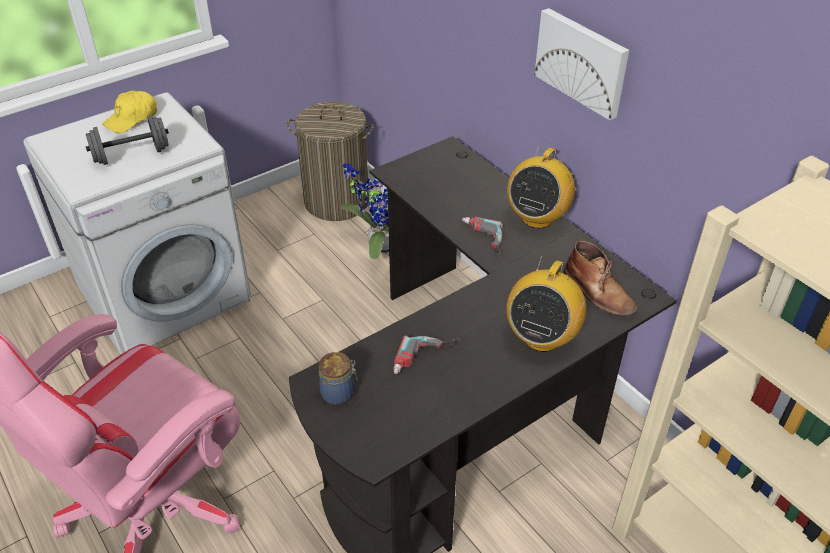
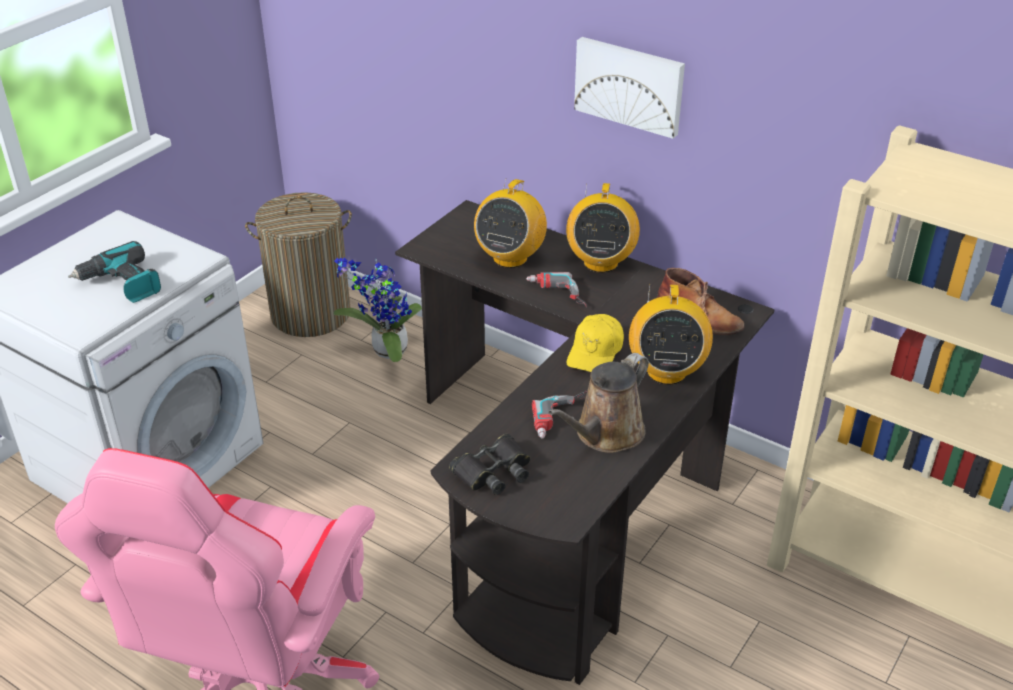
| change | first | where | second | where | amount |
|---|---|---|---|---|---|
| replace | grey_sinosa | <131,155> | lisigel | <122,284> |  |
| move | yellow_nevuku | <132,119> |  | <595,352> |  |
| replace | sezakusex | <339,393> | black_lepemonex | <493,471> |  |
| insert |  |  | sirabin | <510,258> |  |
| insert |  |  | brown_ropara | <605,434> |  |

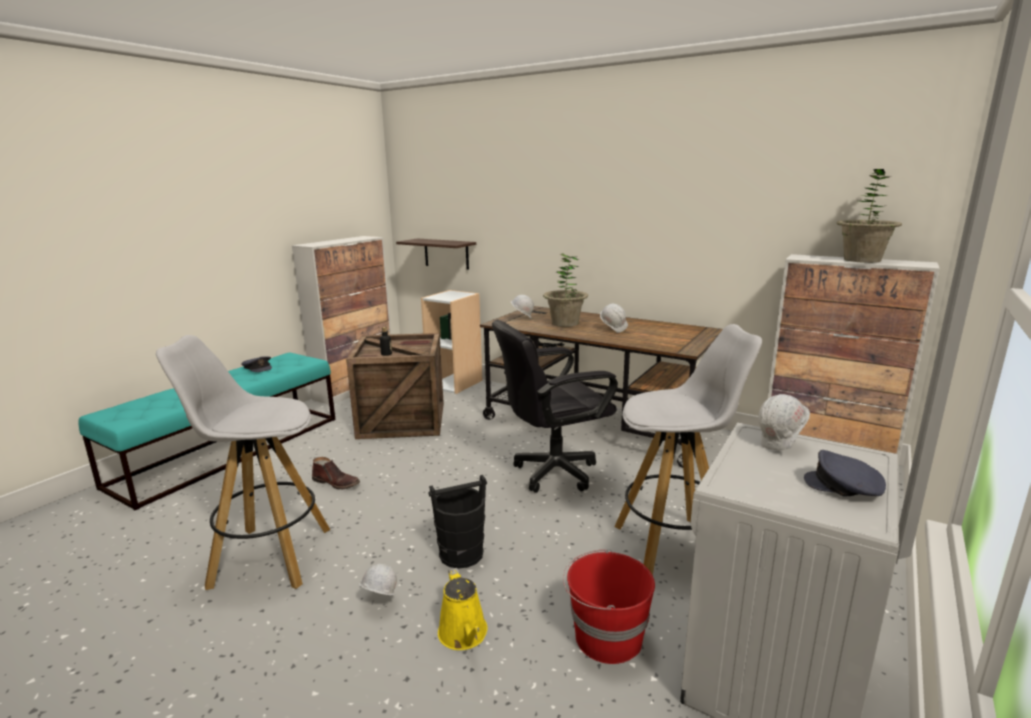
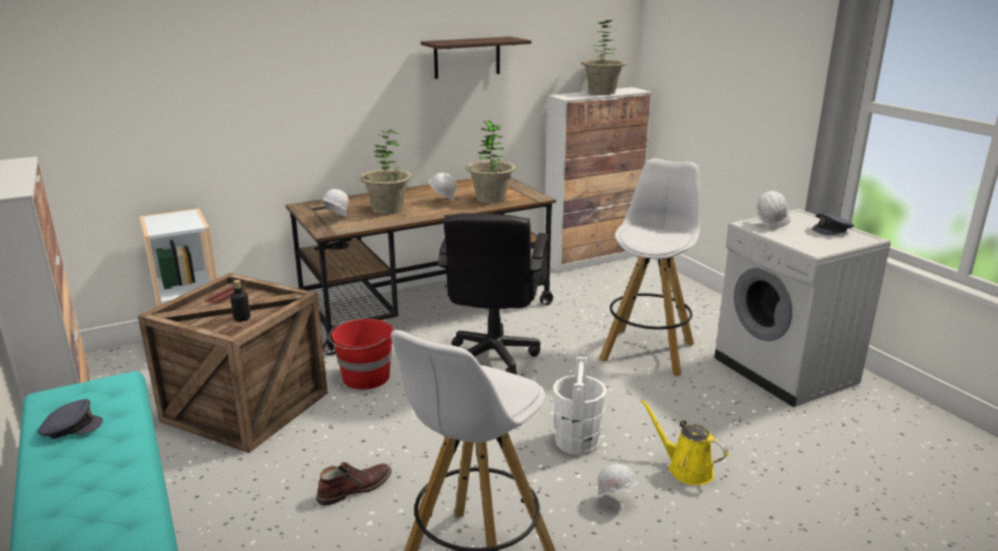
| change | first | where | second | where | amount |
|---|---|---|---|---|---|
| move | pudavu | <446,253> |  | <467,57> |  |
| recolor | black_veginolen | <462,554> | white_veginolen | <577,441> |  |
| rotate | yellow_ropara | <464,635> |  | <686,469> | 150 degrees counterclockwise |
| move | red_veginolen | <606,638> |  | <365,378> |  |
| insert |  |  | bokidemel | <490,199> |  |

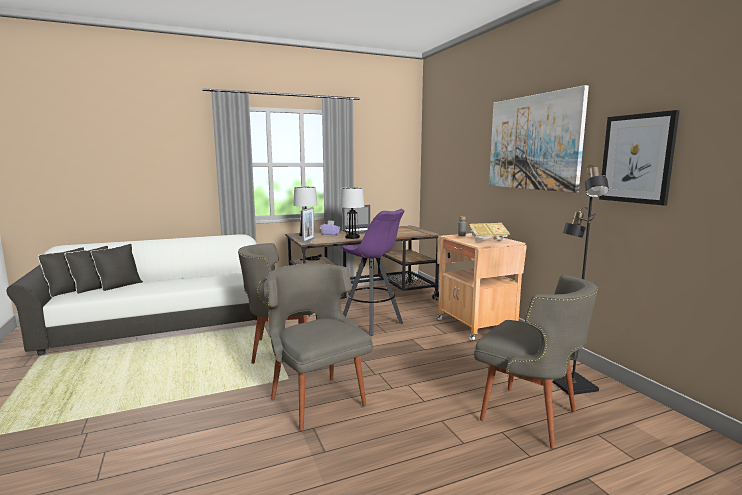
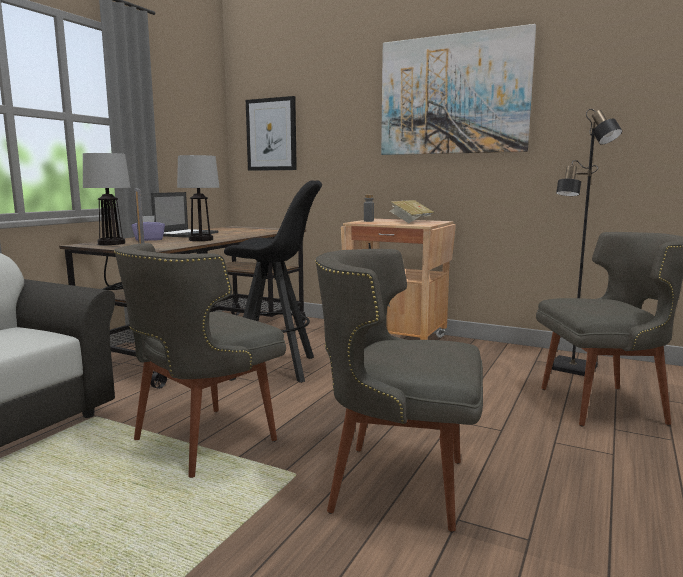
| change | first | where | second | where | amount |
|---|---|---|---|---|---|
| recolor | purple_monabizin | <372,324> | black_monabizin | <276,368> |  |
| move | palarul | <637,158> |  | <271,134> |  |

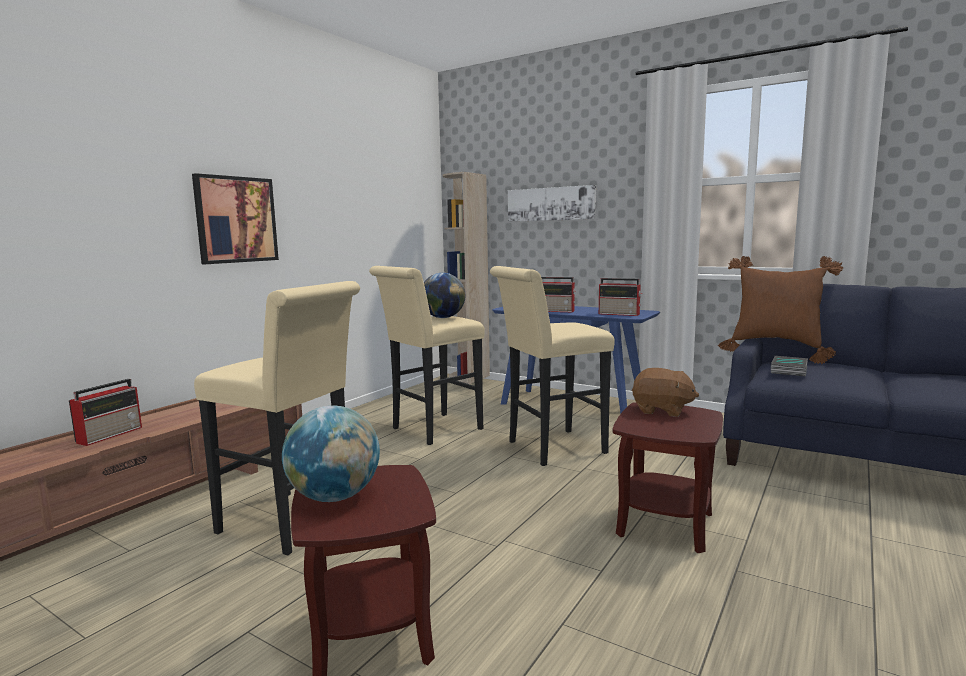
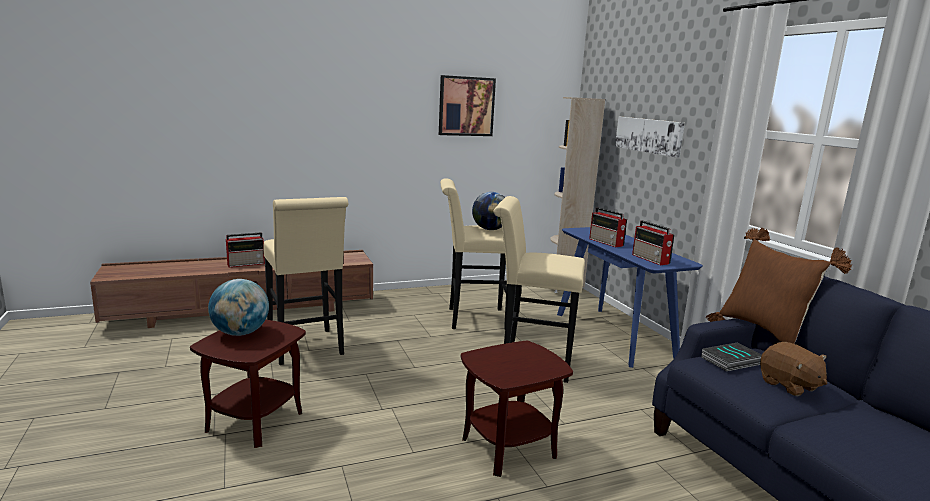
| change | first | where | second | where | amount |
|---|---|---|---|---|---|
| move | palarul | <236,219> |  | <466,106> |  |
| move | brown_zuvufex | <662,410> |  | <789,385> |  |

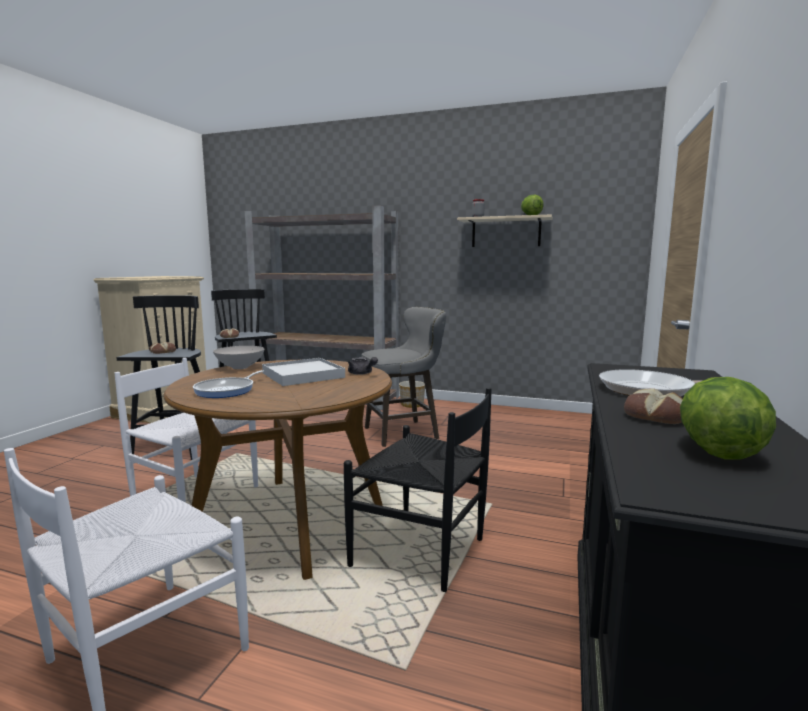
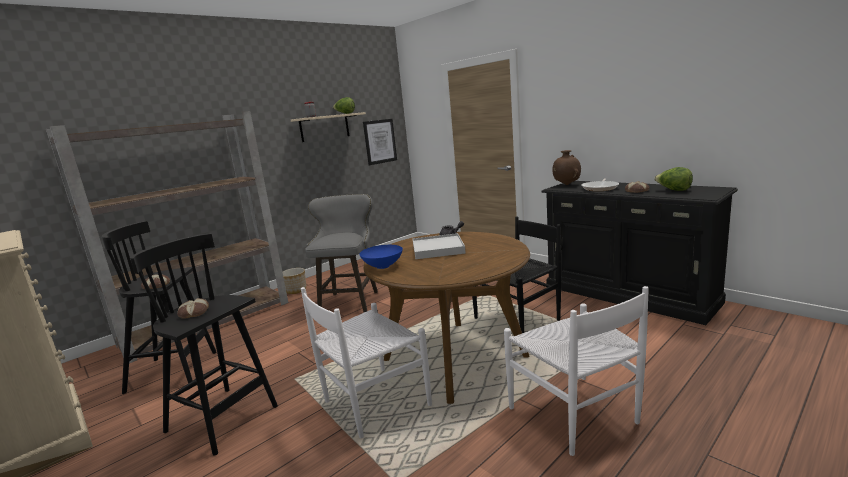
| change | first | where | second | where | amount |
|---|---|---|---|---|---|
| delete | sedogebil | <227,390> |  |  |  |
| recolor | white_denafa | <241,367> | blue_denafa | <383,266> |  |
| insert |  |  | palarul | <380,141> |  |
| insert |  |  | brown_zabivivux | <566,184> |  |

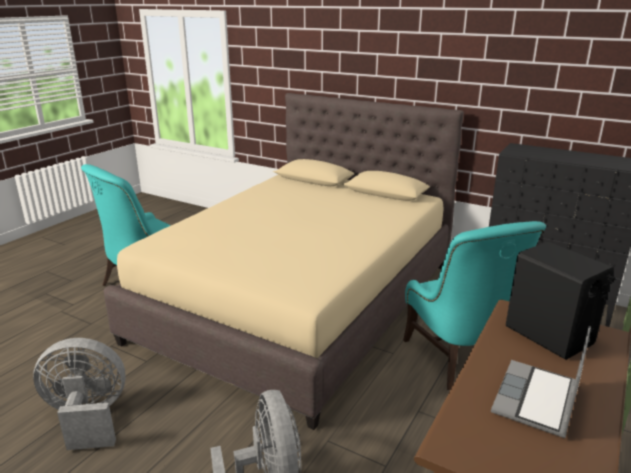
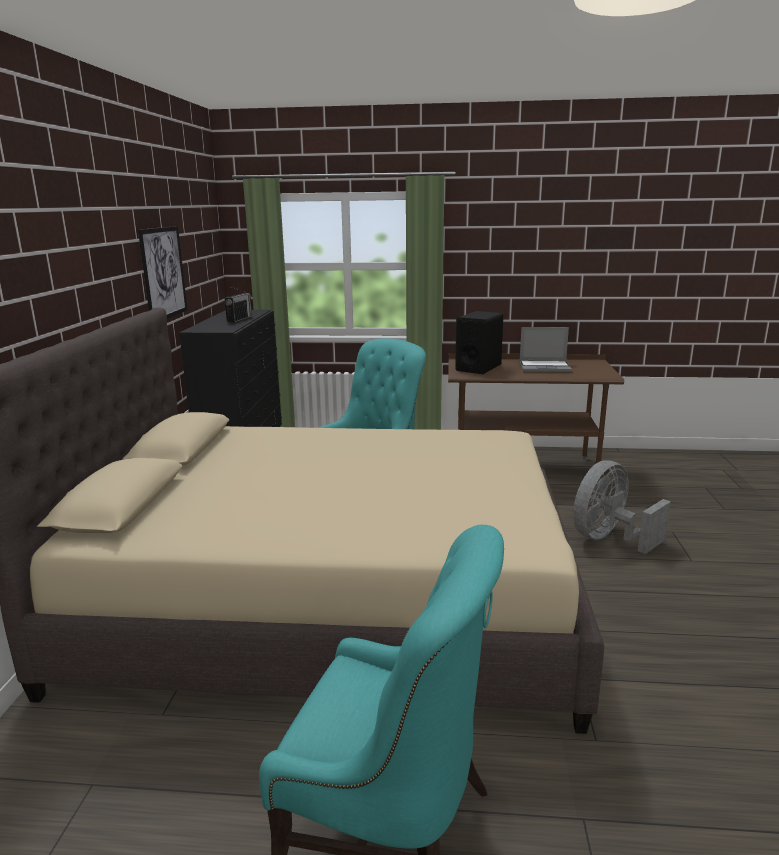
| change | first | where | second | where | amount |
|---|---|---|---|---|---|
| delete | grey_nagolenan | <88,418> |  |  |  |
| insert |  |  | palarul | <163,273> |  |
| insert |  |  | sirabin | <239,319> |  |

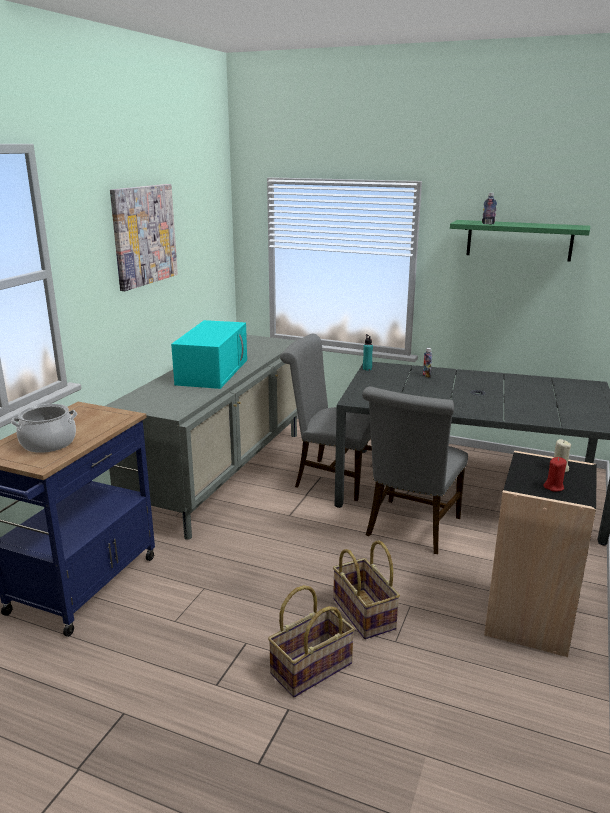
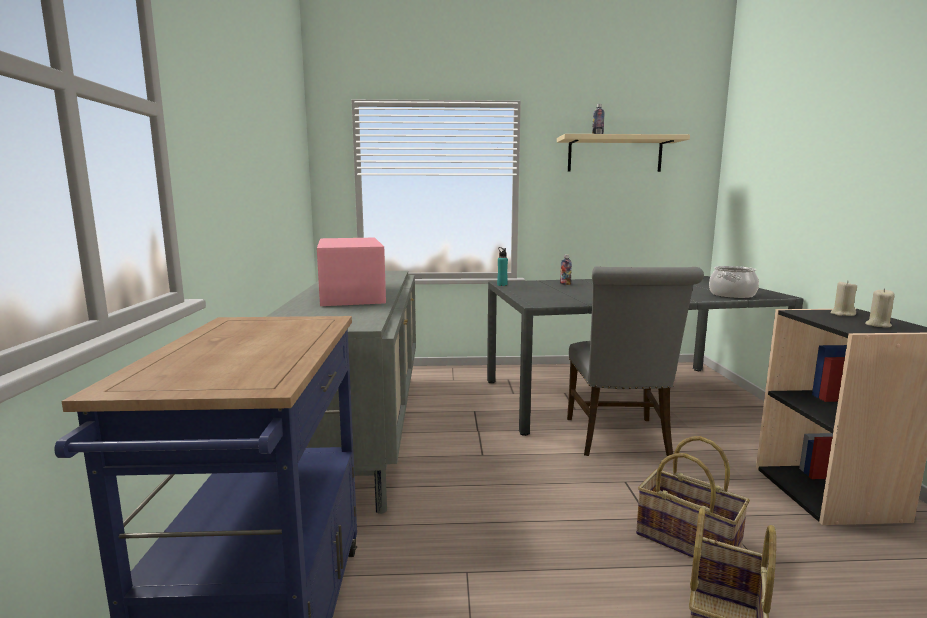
| change | first | where | second | where | amount |
|---|---|---|---|---|---|
| move | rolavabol | <48,443> |  | <732,295> |  |
| delete | palarul | <144,235> |  |  |  |
| recolor | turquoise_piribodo | <212,371> | pink_piribodo | <350,293> |  |
| delete | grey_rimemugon | <331,478> |  |  |  |
| recolor | green_pudavu | <519,240> | beige_pudavu | <615,154> |  |
| recolor | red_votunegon | <553,487> | beige_votunegon | <878,325> |  |

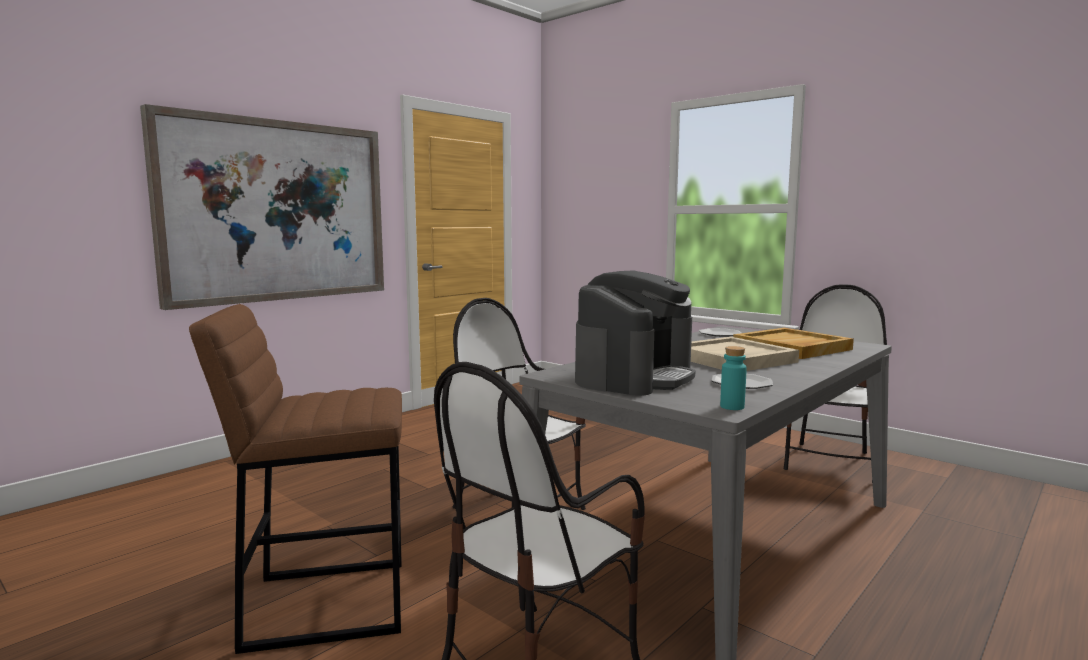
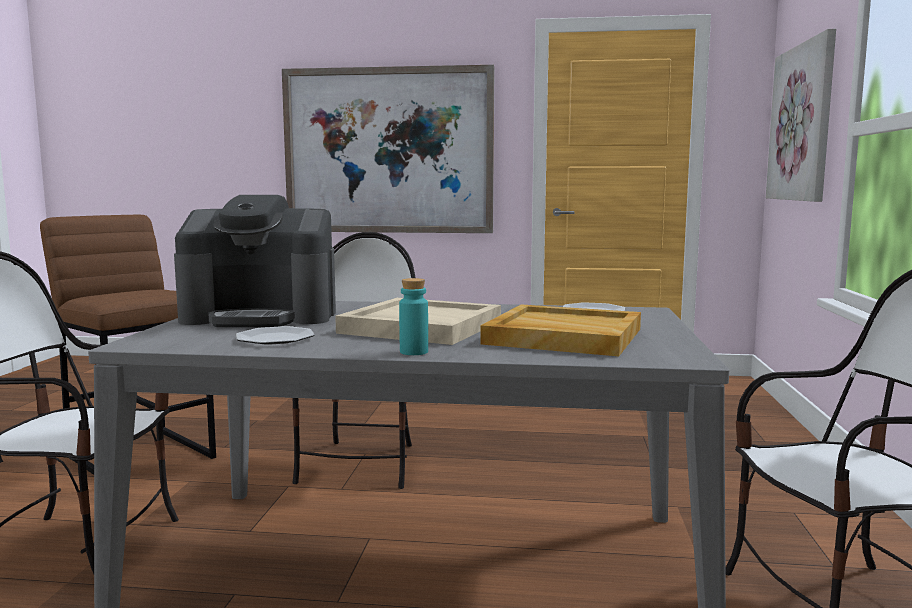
| change | first | where | second | where | amount |
|---|---|---|---|---|---|
| move | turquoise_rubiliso | <732,407> |  | <414,352> |  |
| insert |  |  | palarul | <801,123> |  |

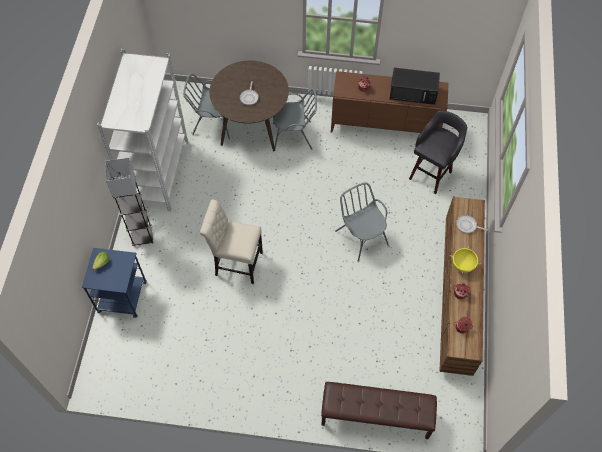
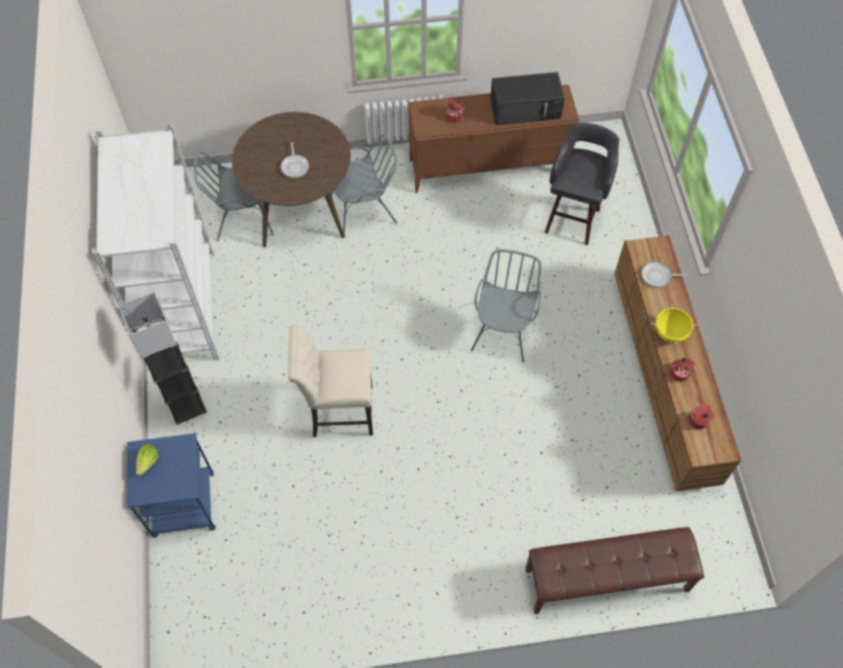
| change | first | where | second | where | amount |
|---|---|---|---|---|---|
| rotate | grey_rimemugon | <361,236> |  | <503,328> | 60 degrees clockwise |

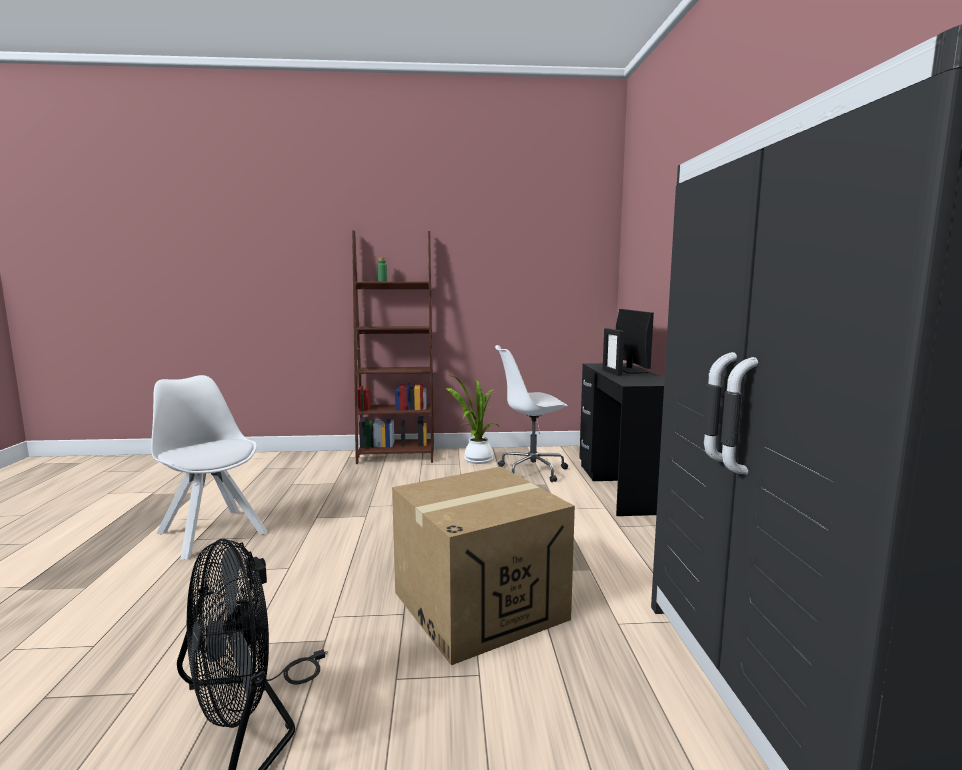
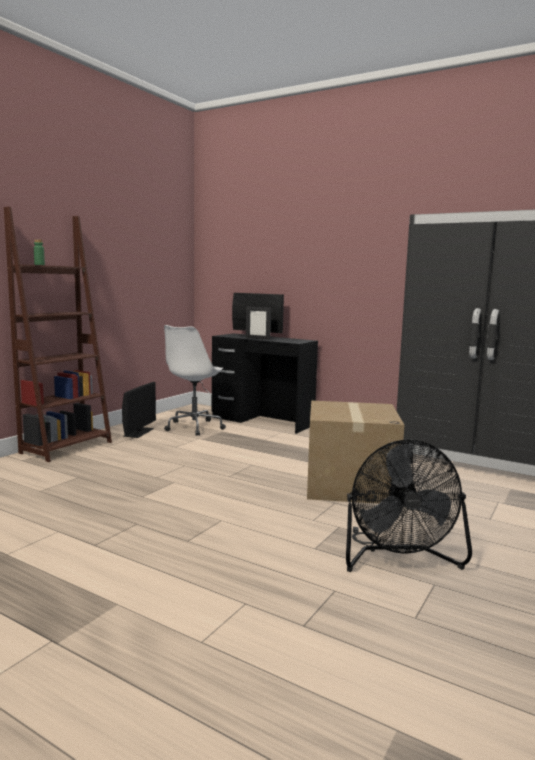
| change | first | where | second | where | amount |
|---|---|---|---|---|---|
| delete | white_rimemugon | <212,532> |  |  |  |
| replace | bokidemel | <476,460> | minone | <139,432> |  |

